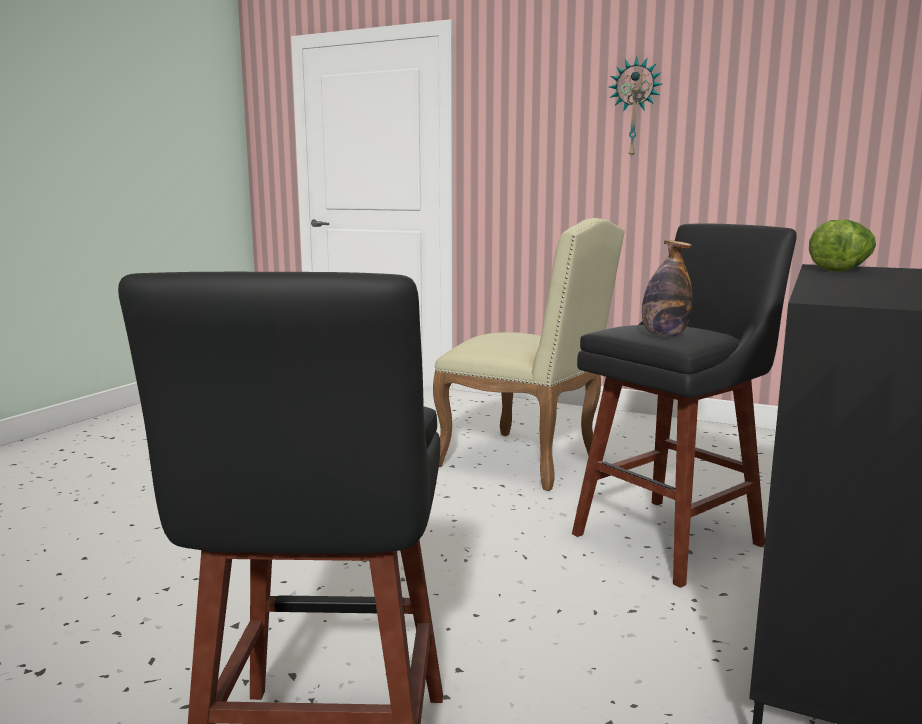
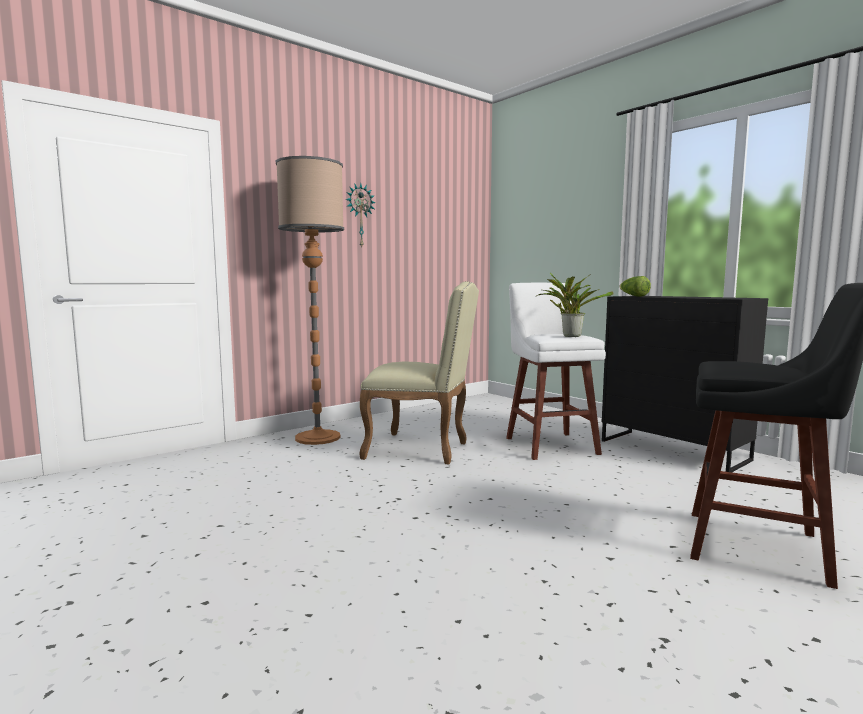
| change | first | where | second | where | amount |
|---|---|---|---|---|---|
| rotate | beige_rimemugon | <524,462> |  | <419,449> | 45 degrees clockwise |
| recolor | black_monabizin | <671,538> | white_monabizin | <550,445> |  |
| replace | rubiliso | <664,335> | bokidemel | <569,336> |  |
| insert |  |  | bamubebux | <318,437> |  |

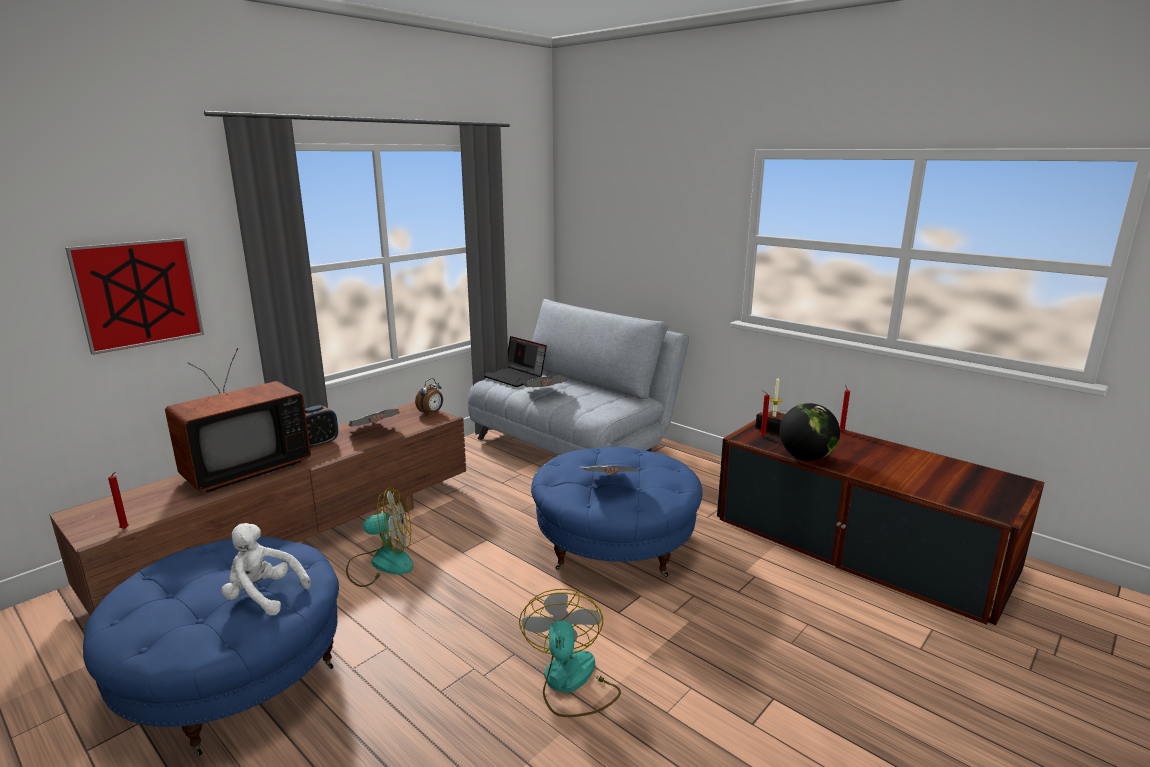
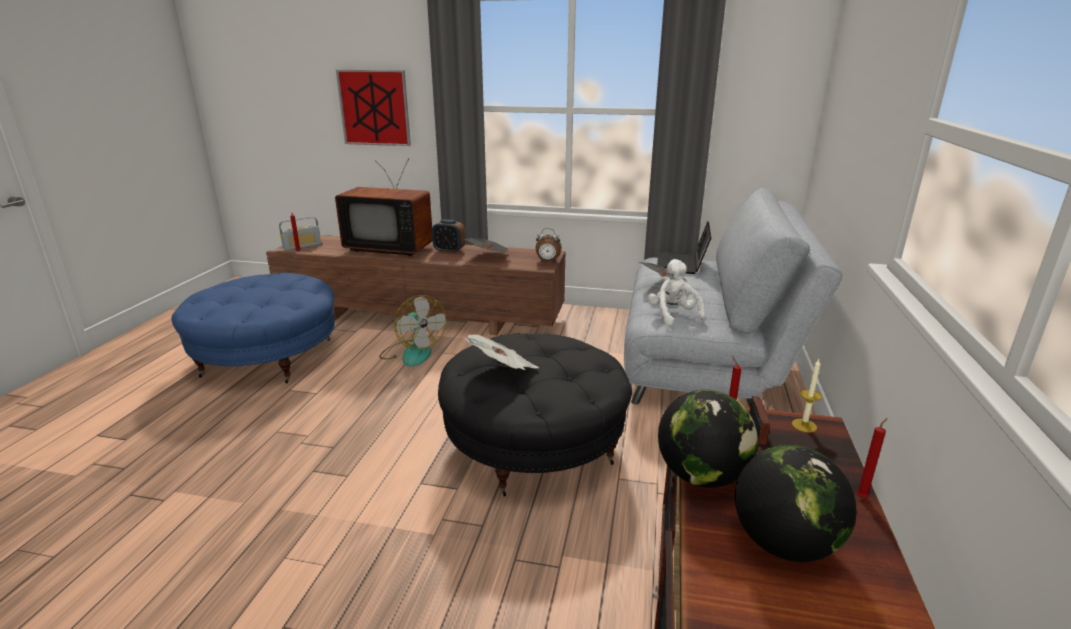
| change | first | where | second | where | amount |
|---|---|---|---|---|---|
| move | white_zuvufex | <263,596> |  | <673,316> |  |
| delete | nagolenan | <571,683> |  |  |  |
| recolor | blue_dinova | <614,544> | black_dinova | <534,445> |  |
| insert |  |  | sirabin | <302,246> |  |
| insert |  |  | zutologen | <784,544> |  |

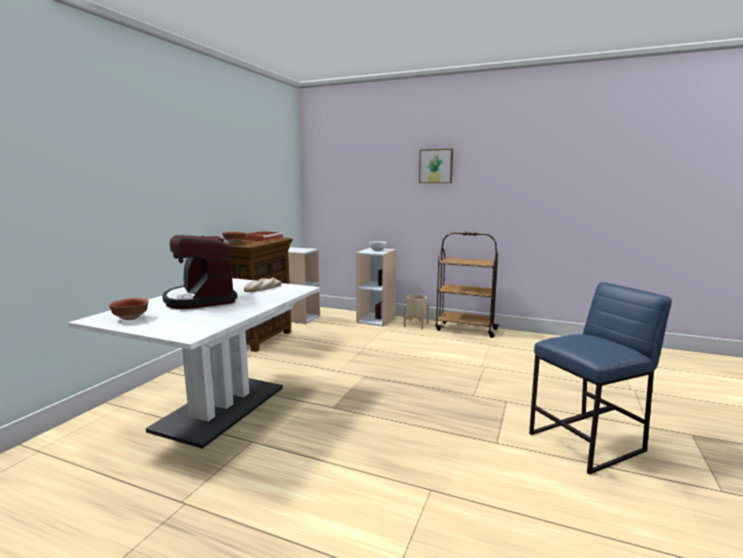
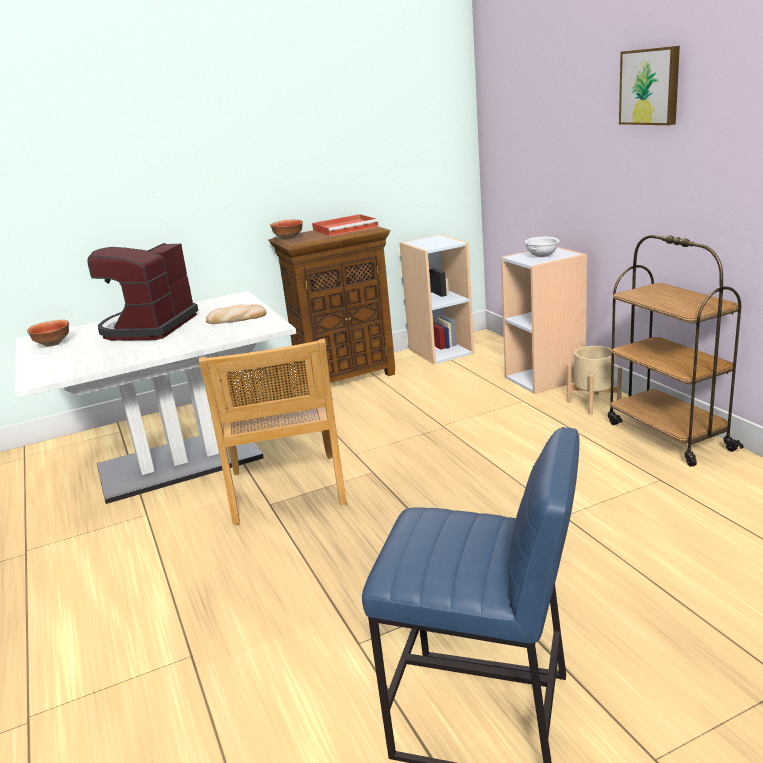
| change | first | where | second | where | amount |
|---|---|---|---|---|---|
| insert |  |  | beige_rimemugon | <286,489> |  |

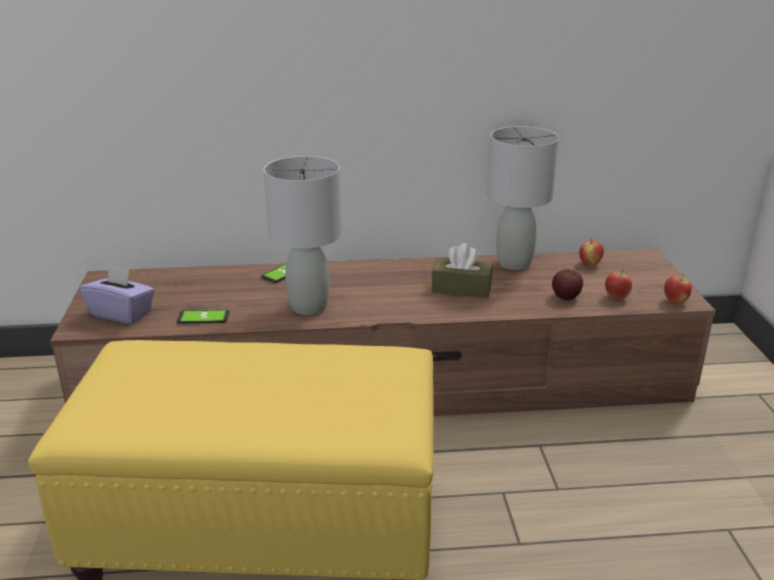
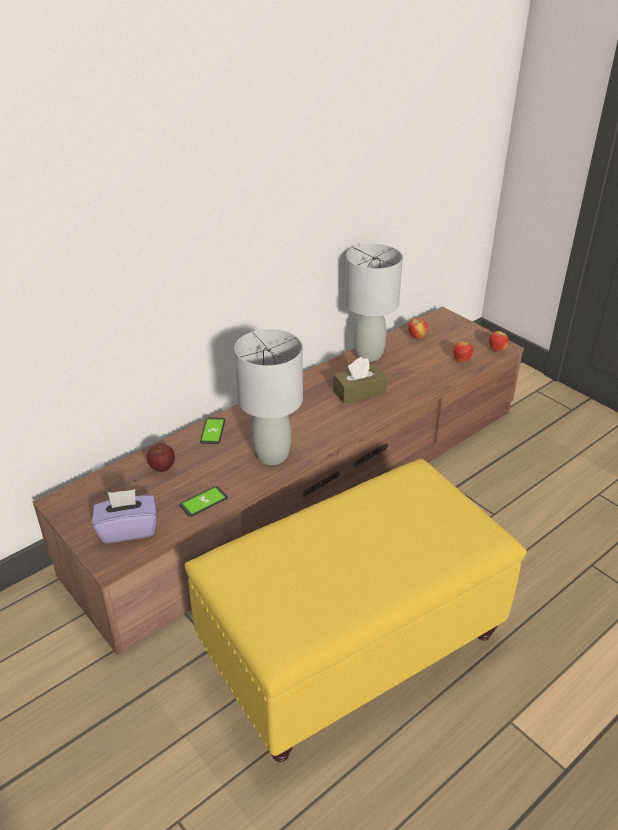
| change | first | where | second | where | amount |
|---|---|---|---|---|---|
| move | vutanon | <566,297> |  | <162,467> |  |

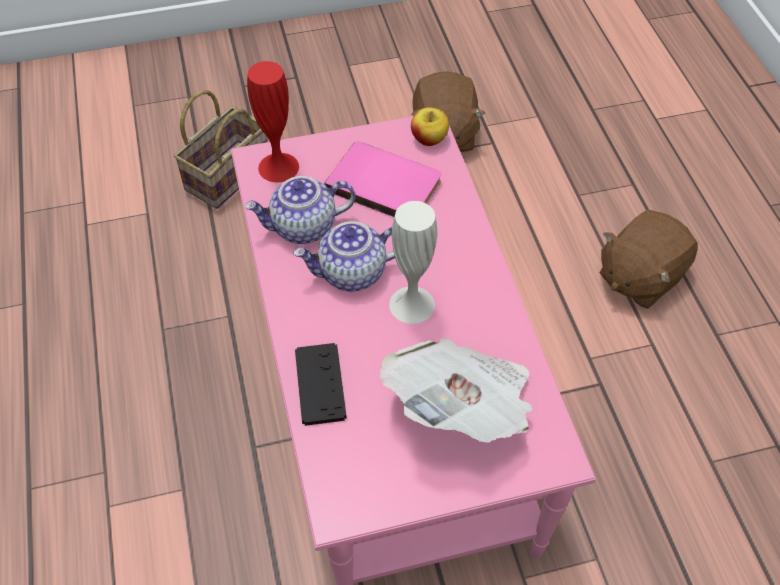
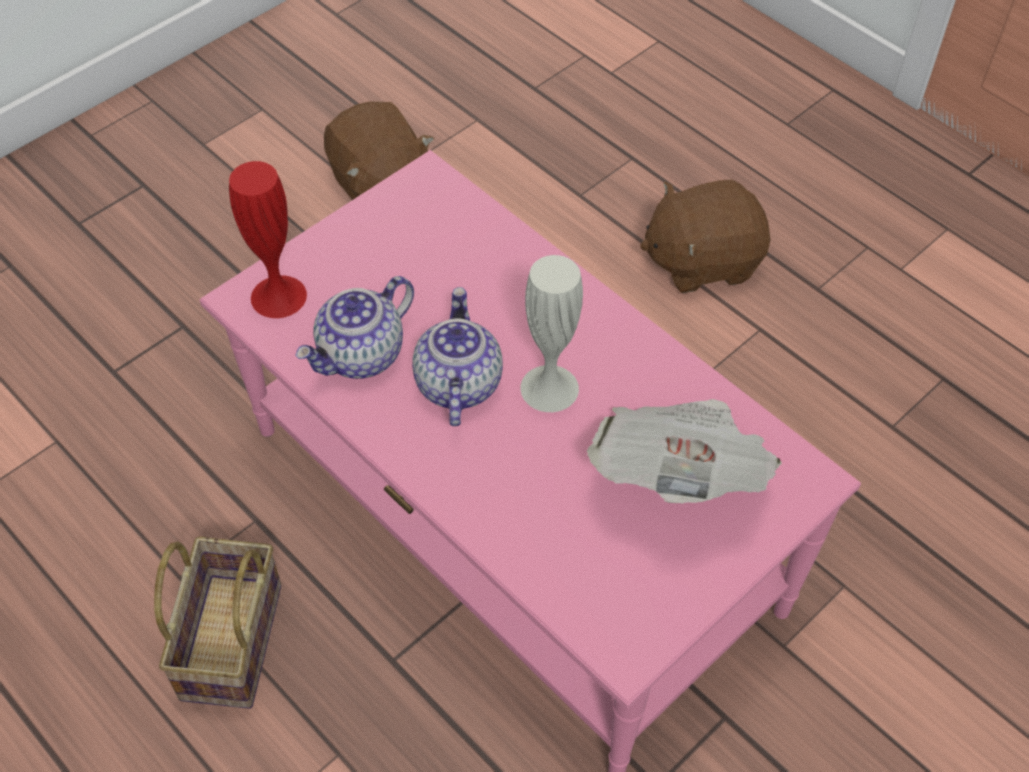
| change | first | where | second | where | amount |
|---|---|---|---|---|---|
| move | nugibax | <228,173> |  | <229,637> |  |
| rotate | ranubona | <352,273> |  | <457,383> | 135 degrees clockwise |
| delete | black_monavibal | <320,384> |  |  |  |
| delete | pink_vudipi | <385,183> |  |  |  |
| delete | vutanon | <429,139> |  |  |  |
| rotate | brown_zuvufex | <639,276> |  | <702,260> | 60 degrees clockwise |

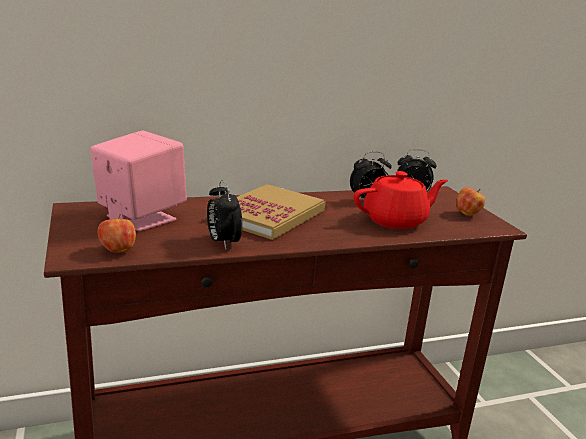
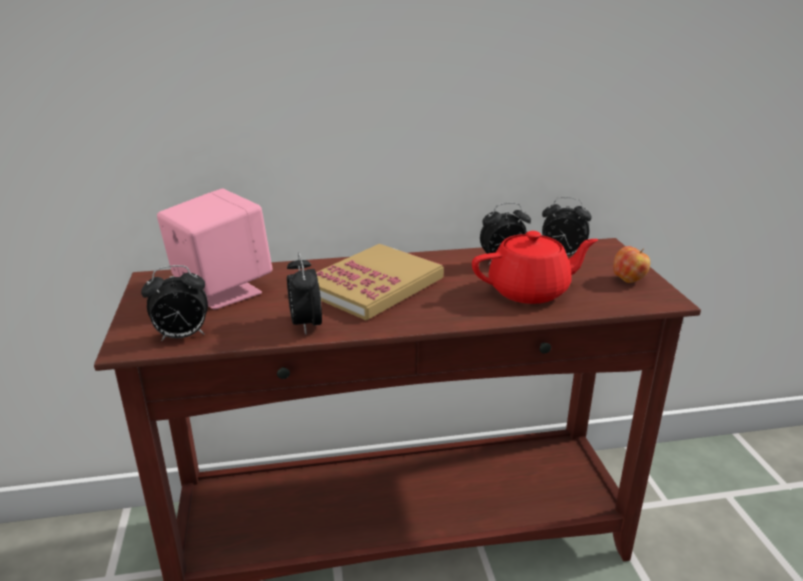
| change | first | where | second | where | amount |
|---|---|---|---|---|---|
| replace | vutanon | <117,251> | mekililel | <182,336> |  |

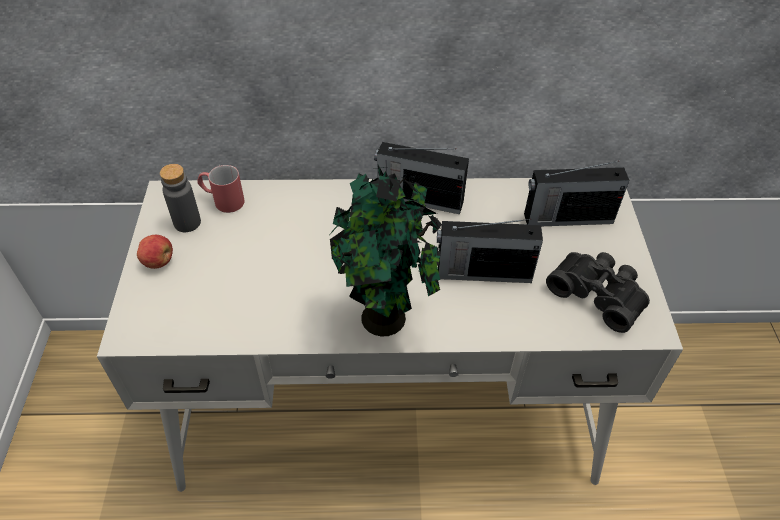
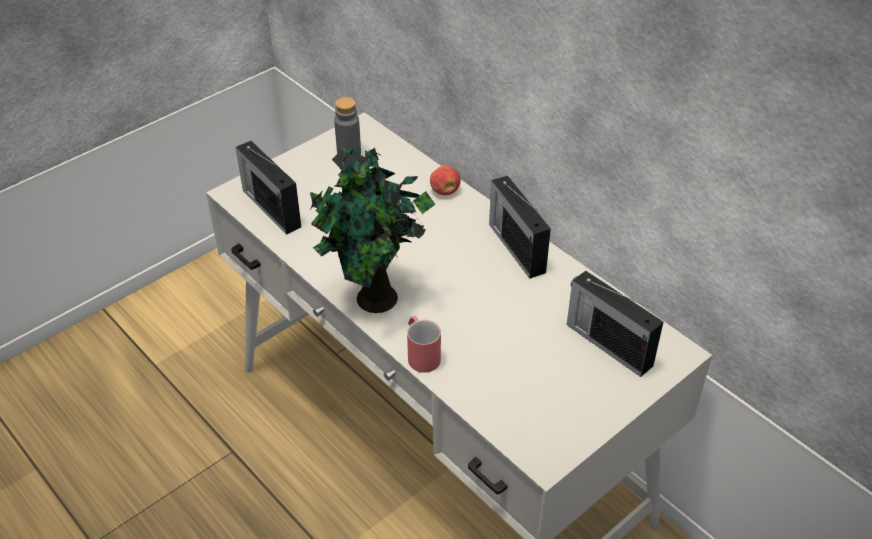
| change | first | where | second | where | amount |
|---|---|---|---|---|---|
| move | vutanon | <159,261> |  | <445,191> |  |
| move | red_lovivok | <222,200> |  | <421,353> |  |
| move | sirabin | <482,273> |  | <271,207> |  |
| delete | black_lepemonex | <598,294> |  |  |  |

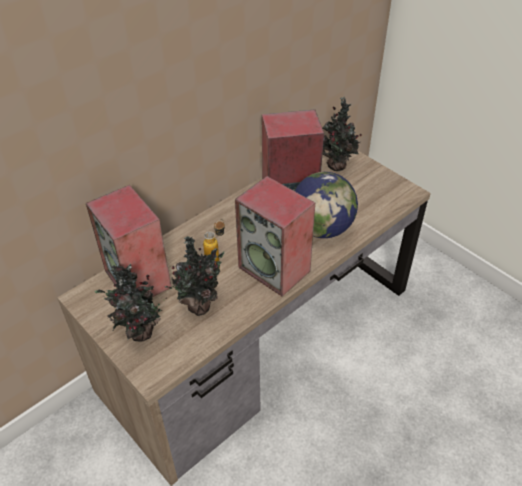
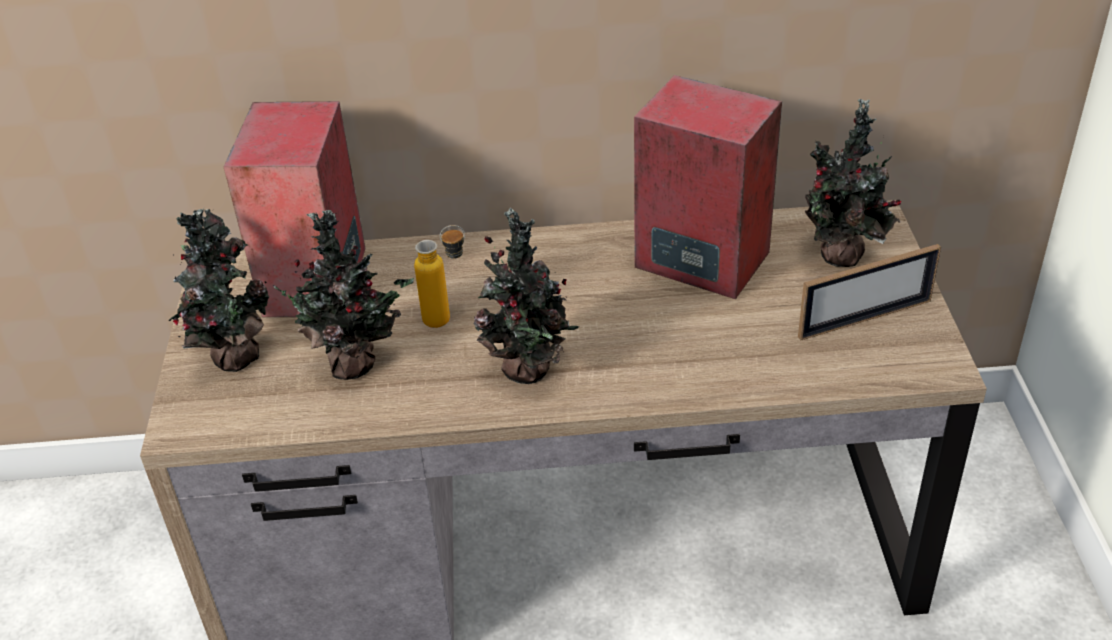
| change | first | where | second | where | amount |
|---|---|---|---|---|---|
| replace | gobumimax | <275,269> | bokidemel | <530,372> |  |
| delete | zutologen | <322,228> |  |  |  |
| insert |  |  | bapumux | <865,319> |  |

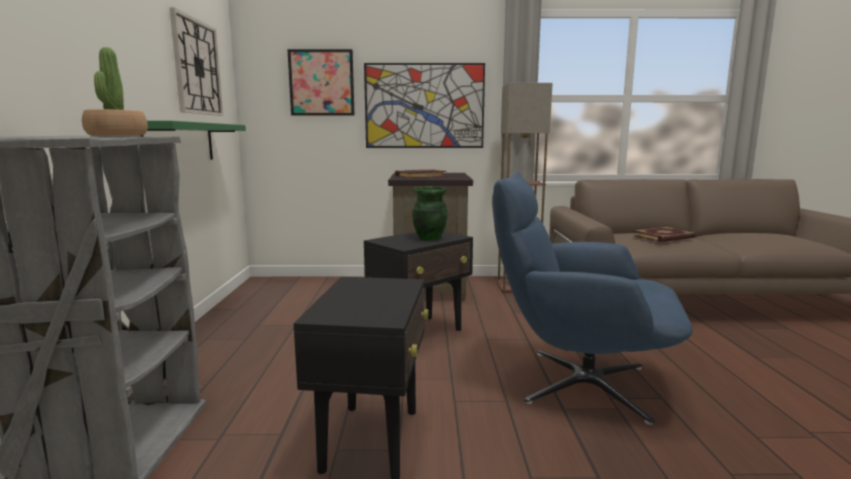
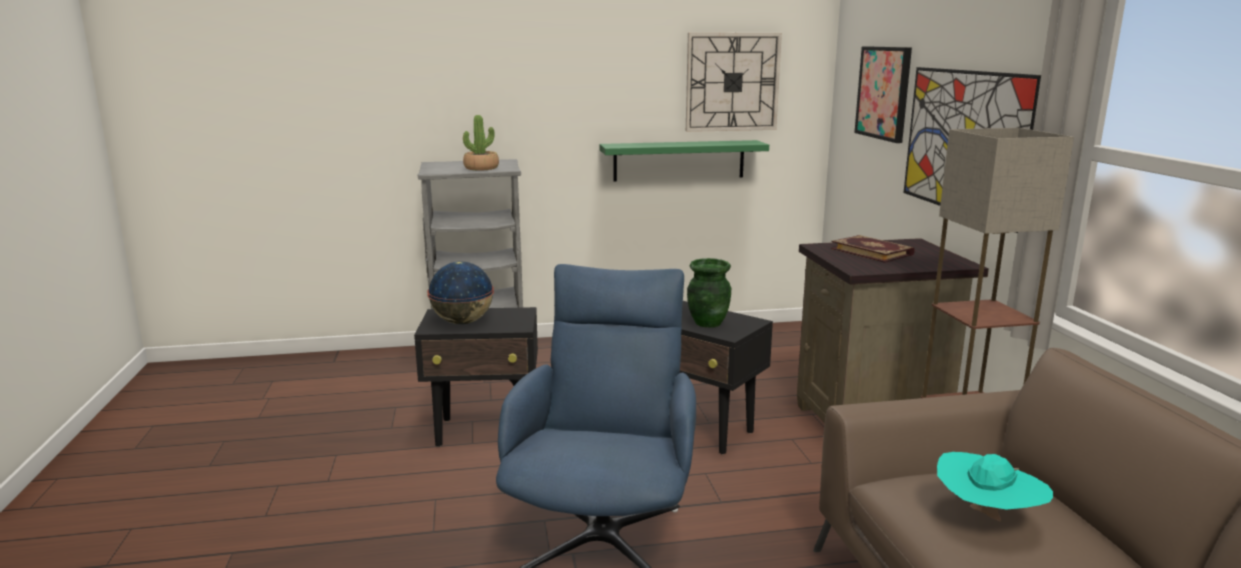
| change | first | where | second | where | amount |
|---|---|---|---|---|---|
| replace | vudipi | <664,237> | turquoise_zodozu | <986,517> |  |
| insert |  |  | zutologen | <463,322> |  |

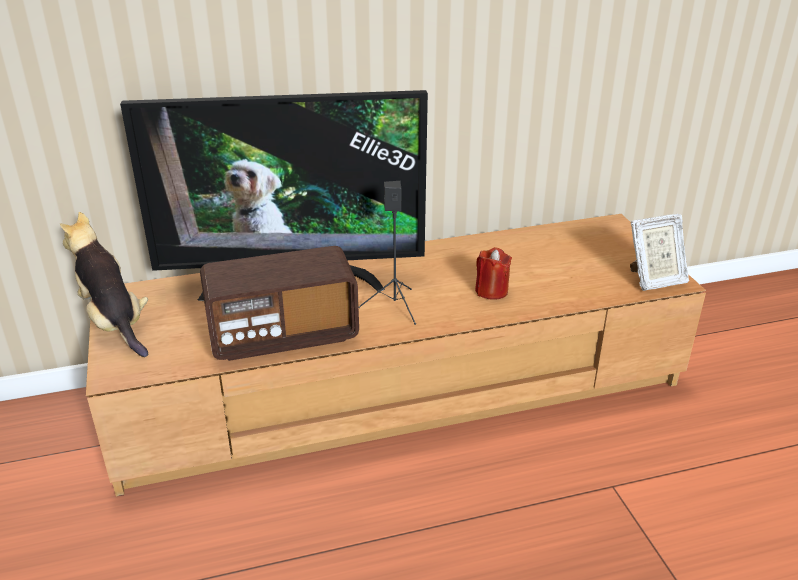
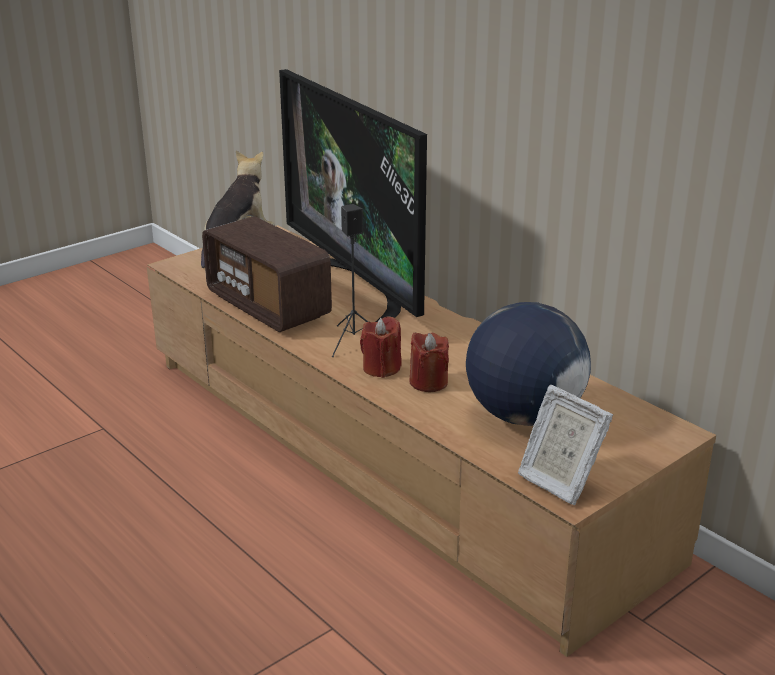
| change | first | where | second | where | amount |
|---|---|---|---|---|---|
| insert |  |  | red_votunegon | <381,368> |  |
| insert |  |  | zutologen | <523,416> |  |

